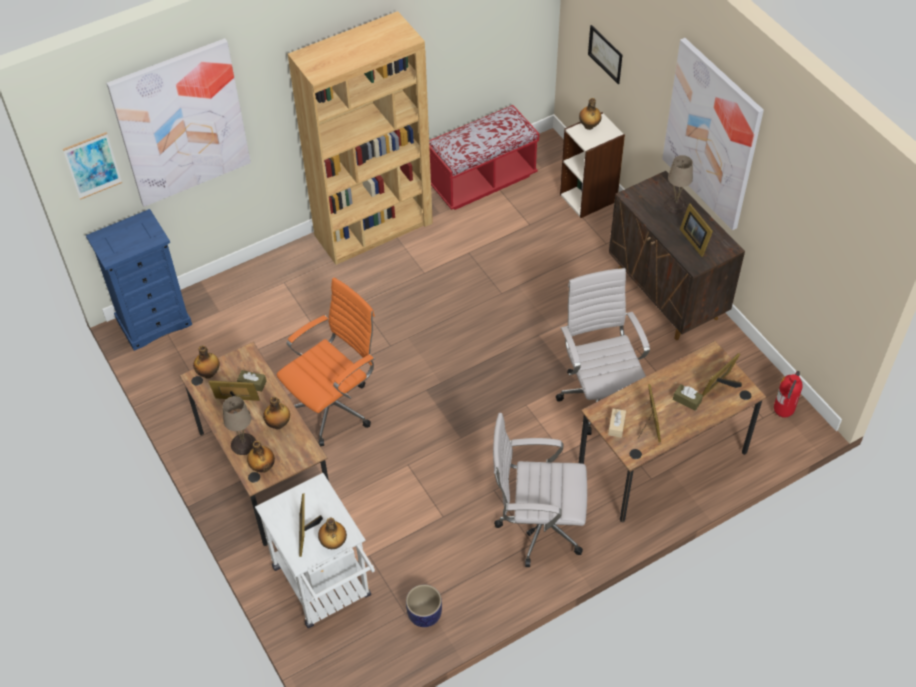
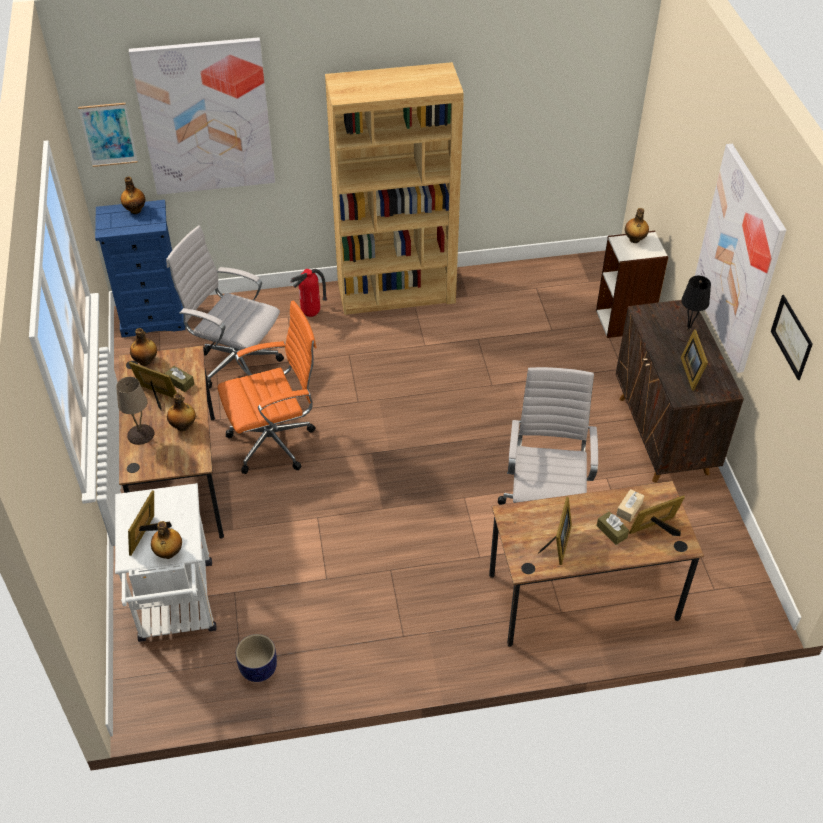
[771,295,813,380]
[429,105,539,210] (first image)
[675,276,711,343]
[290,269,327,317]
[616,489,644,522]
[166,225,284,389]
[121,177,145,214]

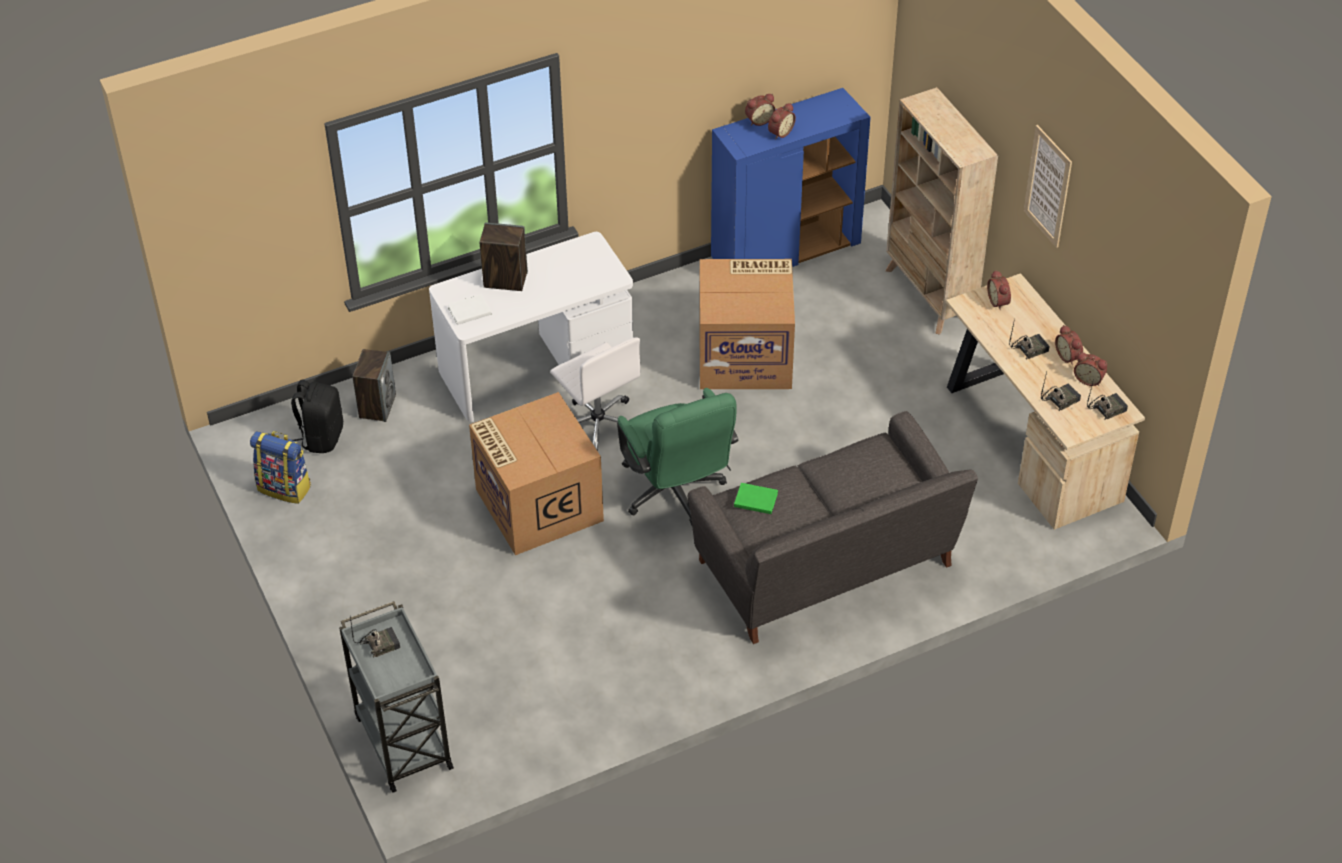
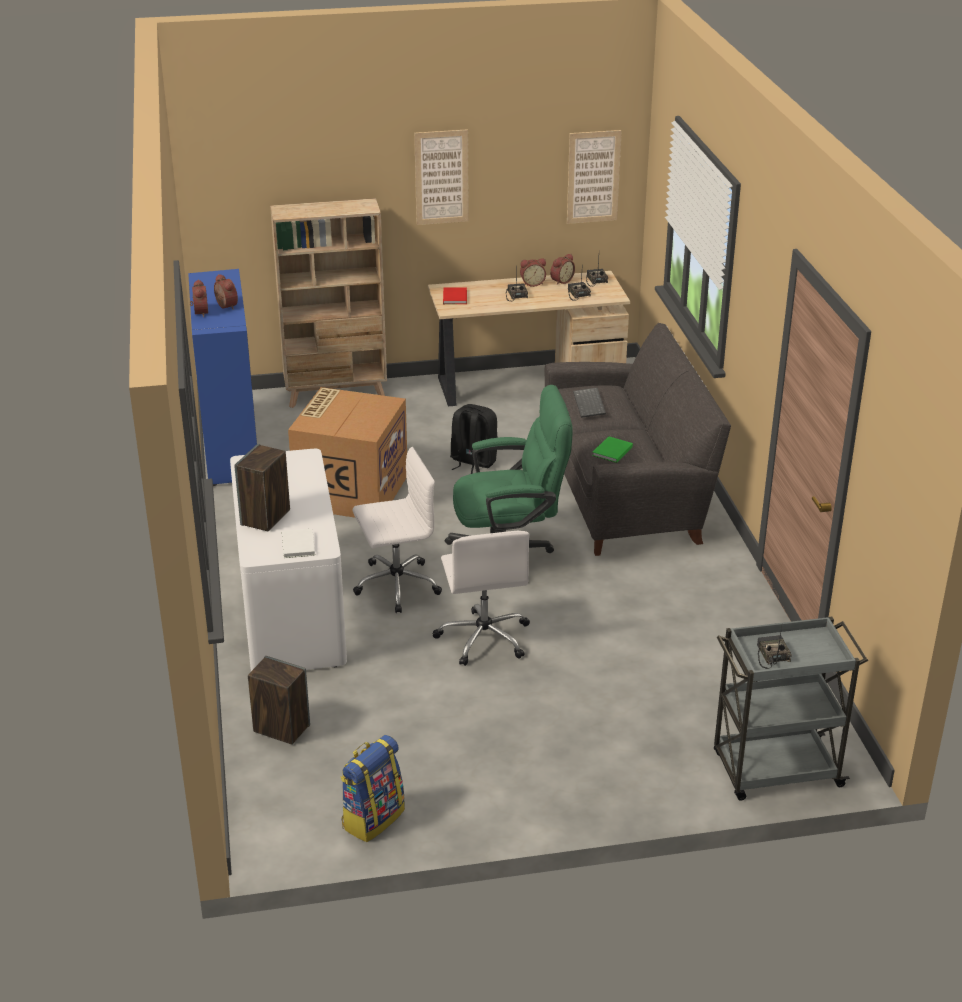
[443,287,467,304]
[450,404,498,474]
[432,531,530,666]
[567,130,622,224]
[573,388,606,418]

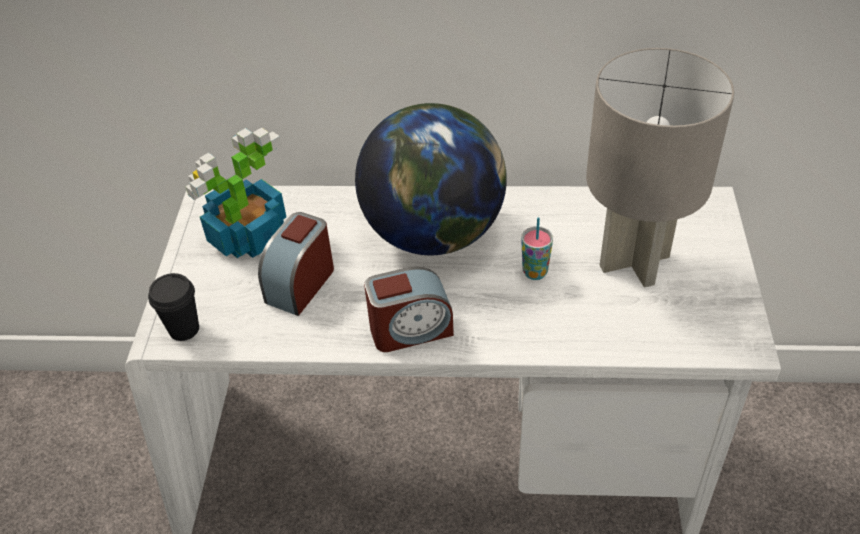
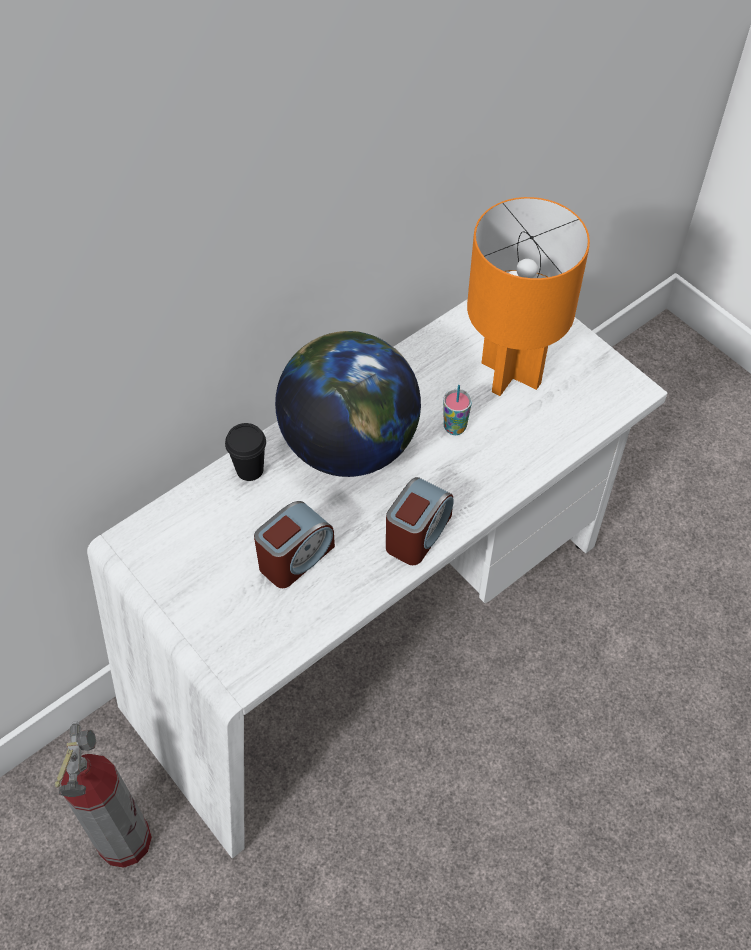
[467,197,590,396]
[186,127,286,258] (first image)
[254,501,335,588]
[225,423,266,481]
[55,721,152,868]

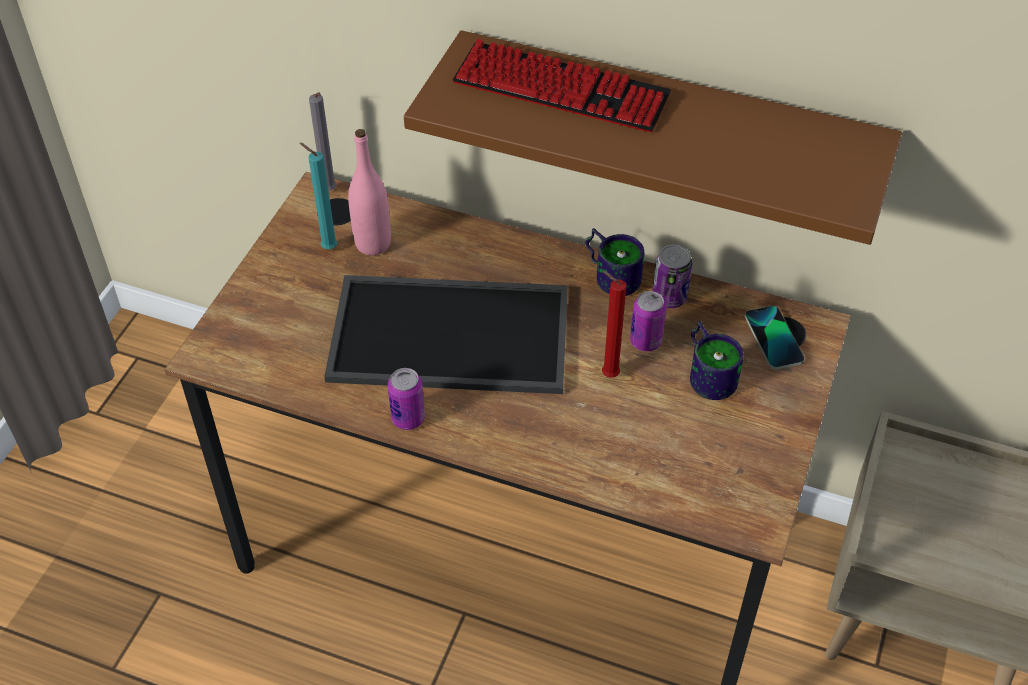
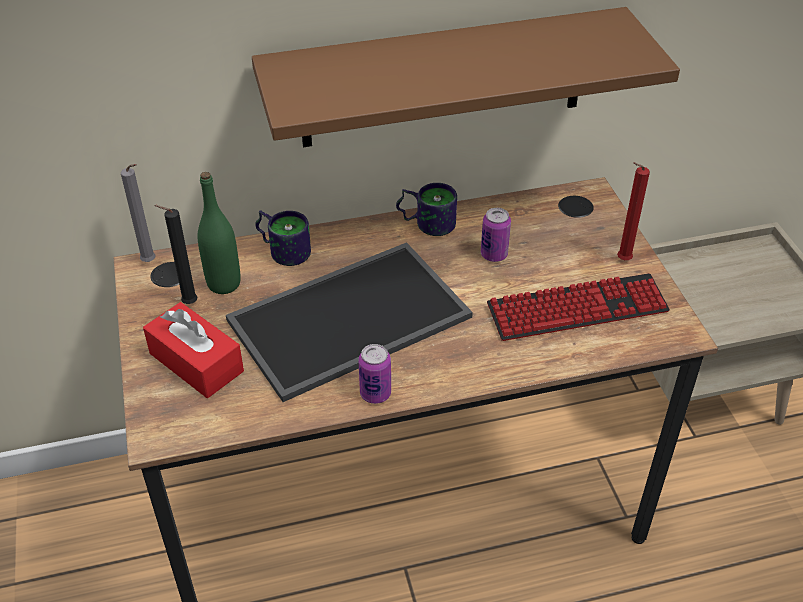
[487,273,670,341]
[198,172,241,294]
[154,205,197,304]
[652,244,692,308] (first image)
[617,162,650,260]
[745,306,804,369] (first image)
[255,210,311,266]
[143,302,244,398]

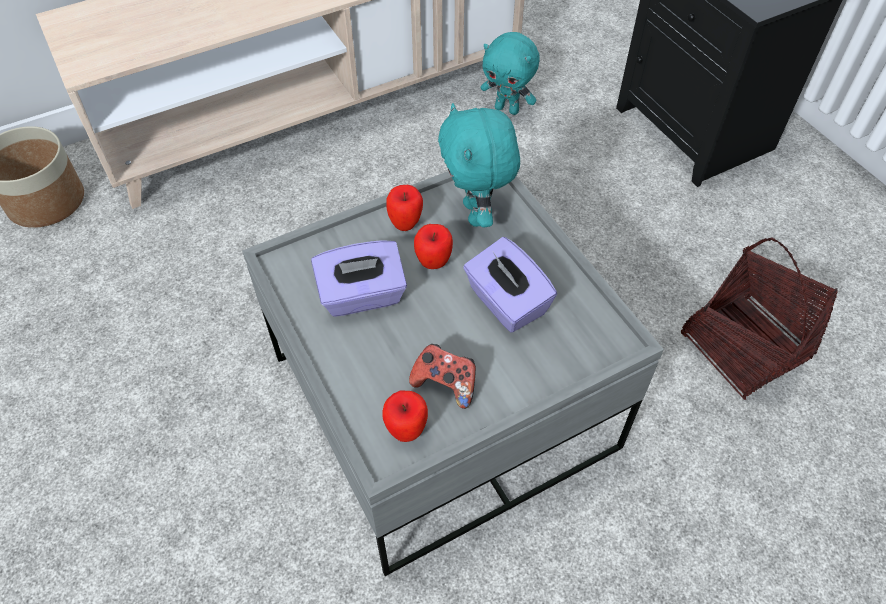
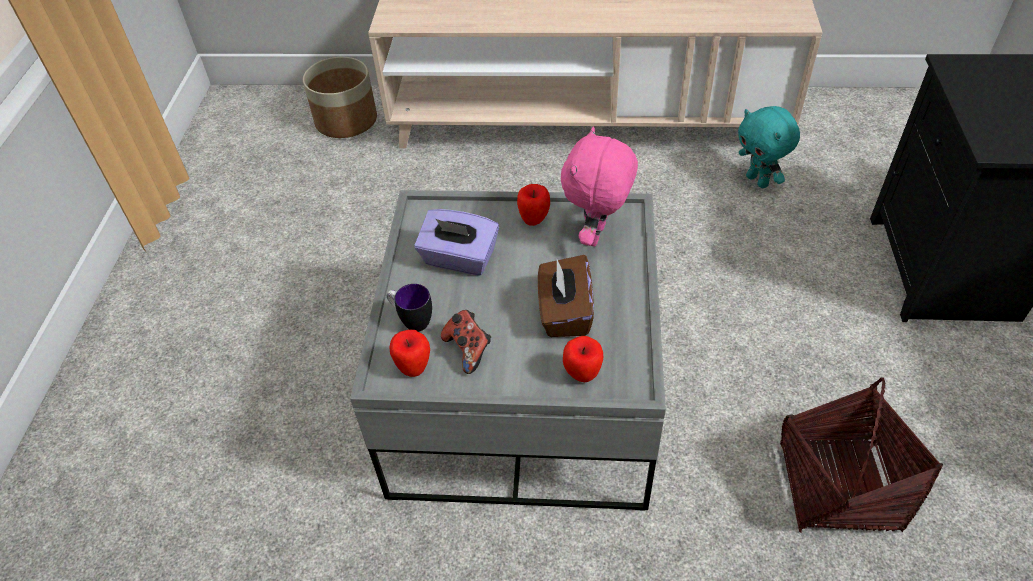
[561,126,638,246]
[563,336,603,382]
[538,255,594,337]
[387,284,432,332]

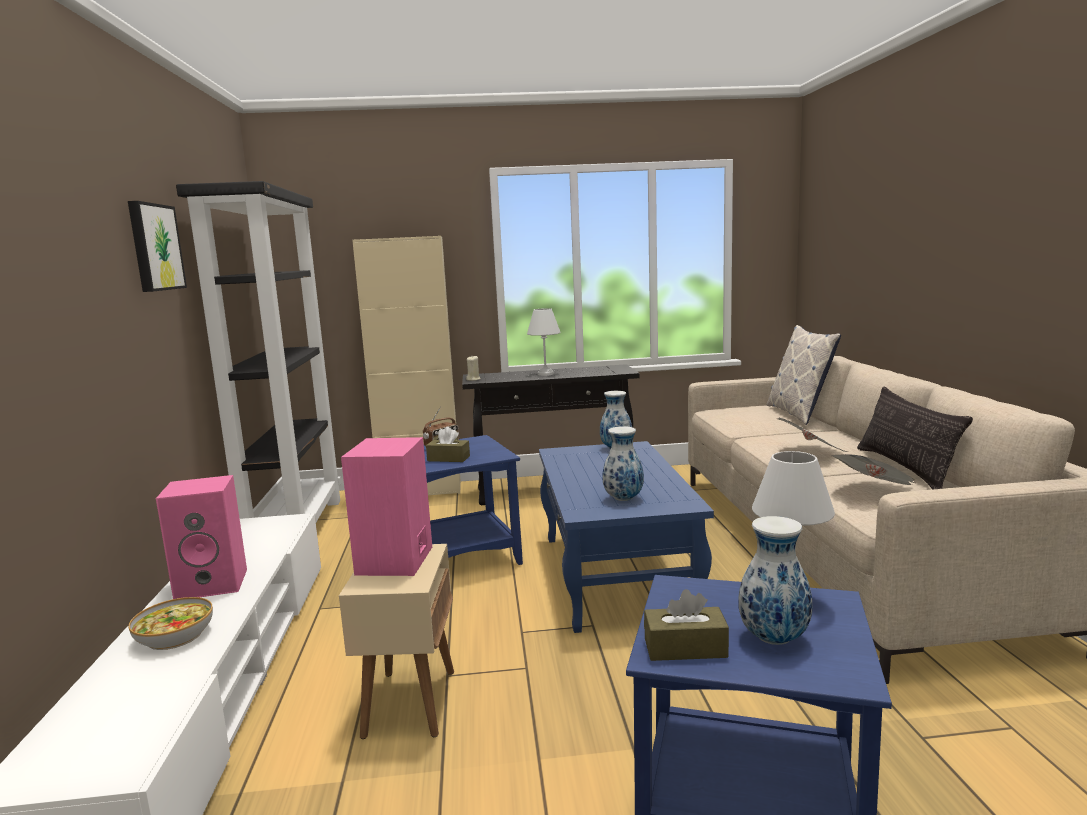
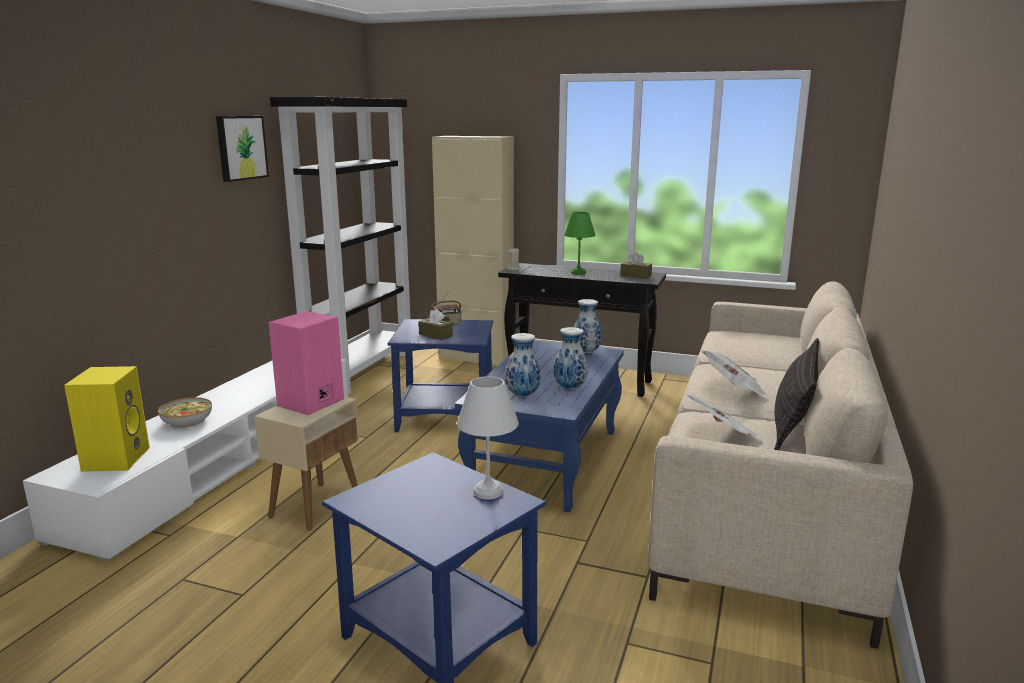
[564,212,595,275]
[766,325,841,425] (first image)
[156,475,247,599] (first image)
[554,327,588,390]
[620,252,652,278]
[64,366,150,472]

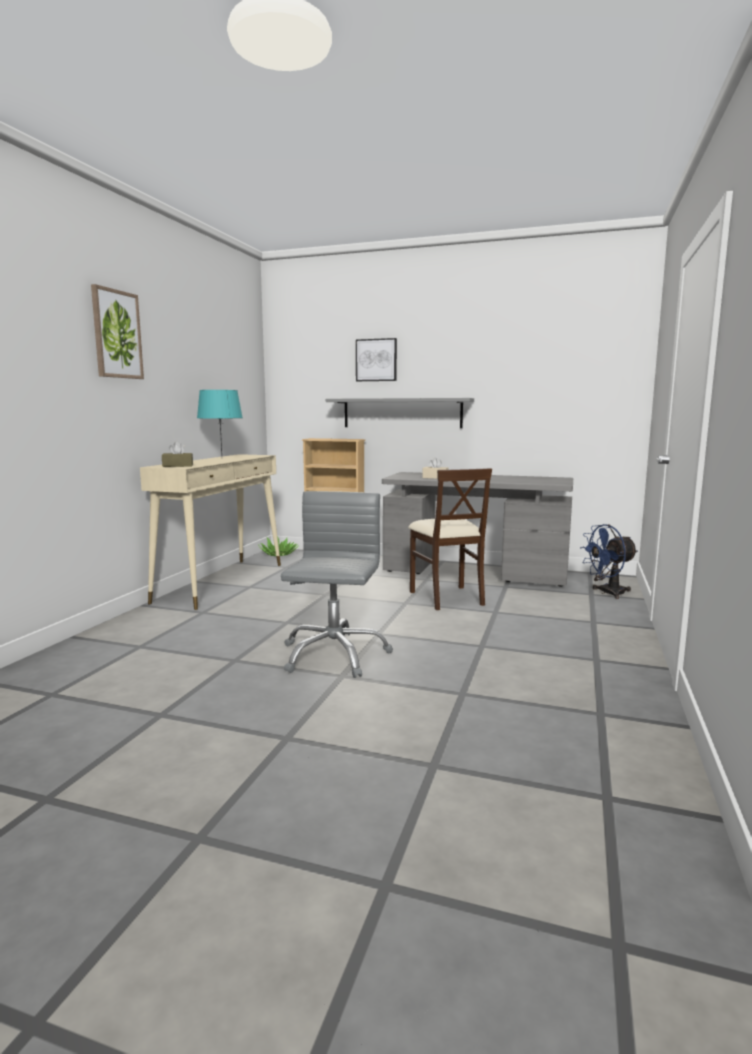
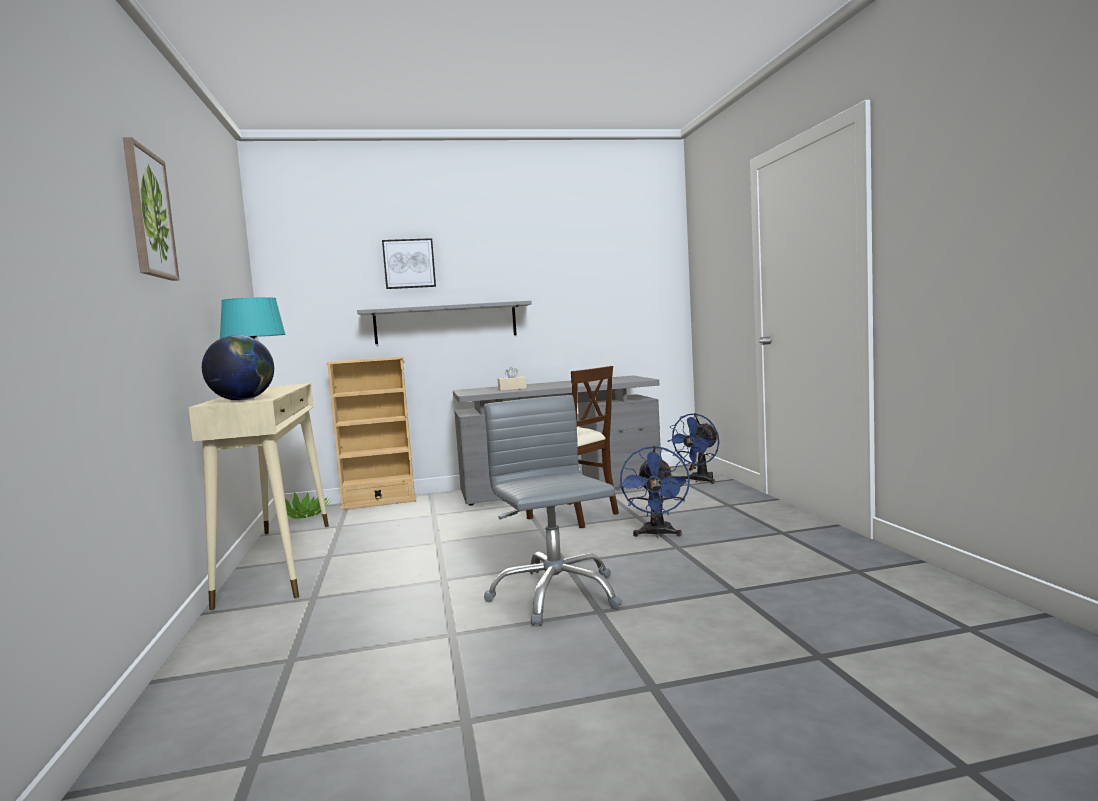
[202,335,274,401]
[619,446,690,537]

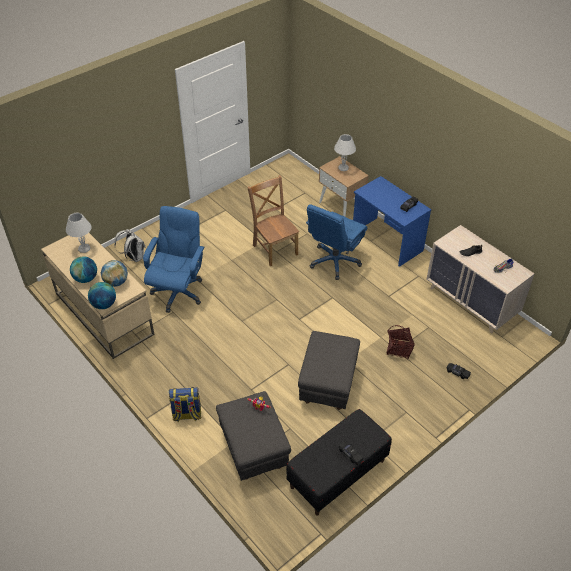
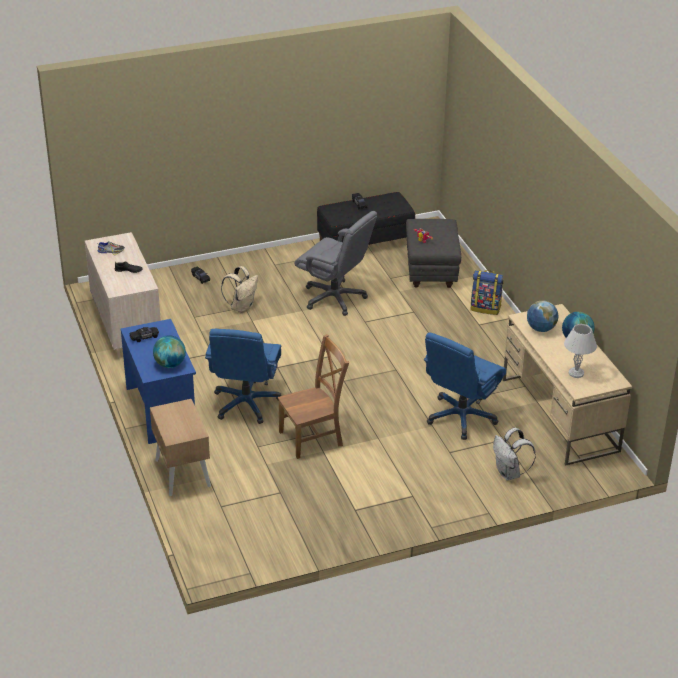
[334,134,356,171] (first image)
[278,334,349,459]
[205,329,281,424]
[153,335,186,368]
[221,266,258,313]
[294,211,377,316]

